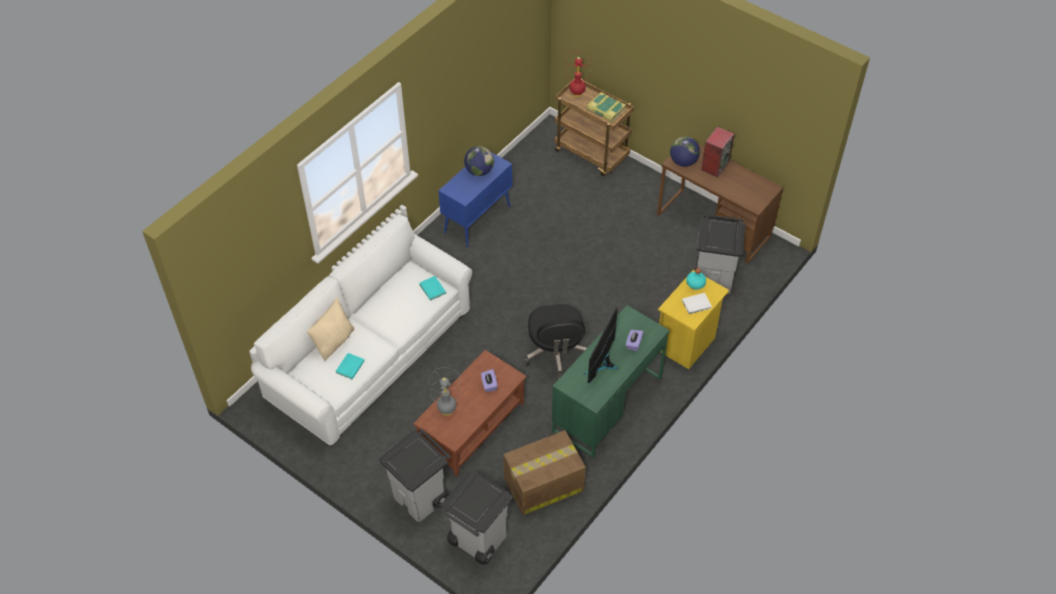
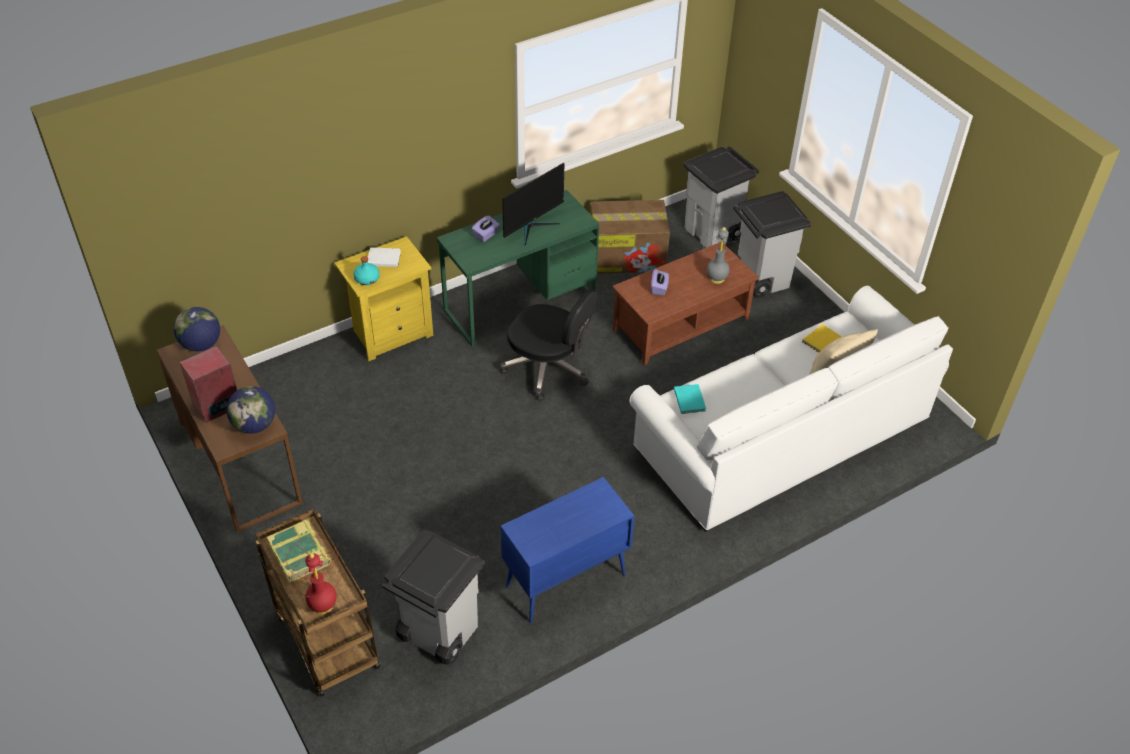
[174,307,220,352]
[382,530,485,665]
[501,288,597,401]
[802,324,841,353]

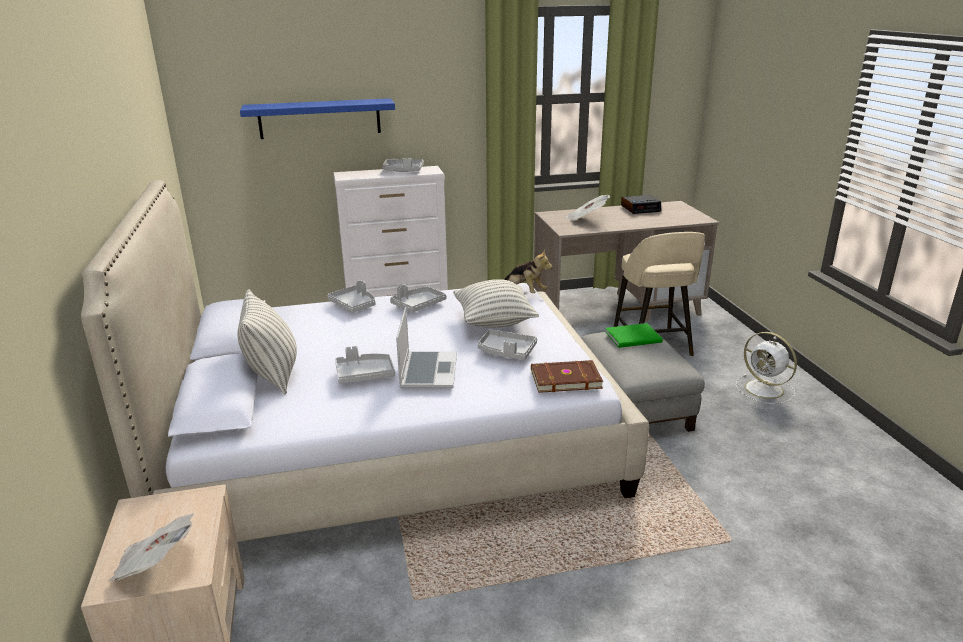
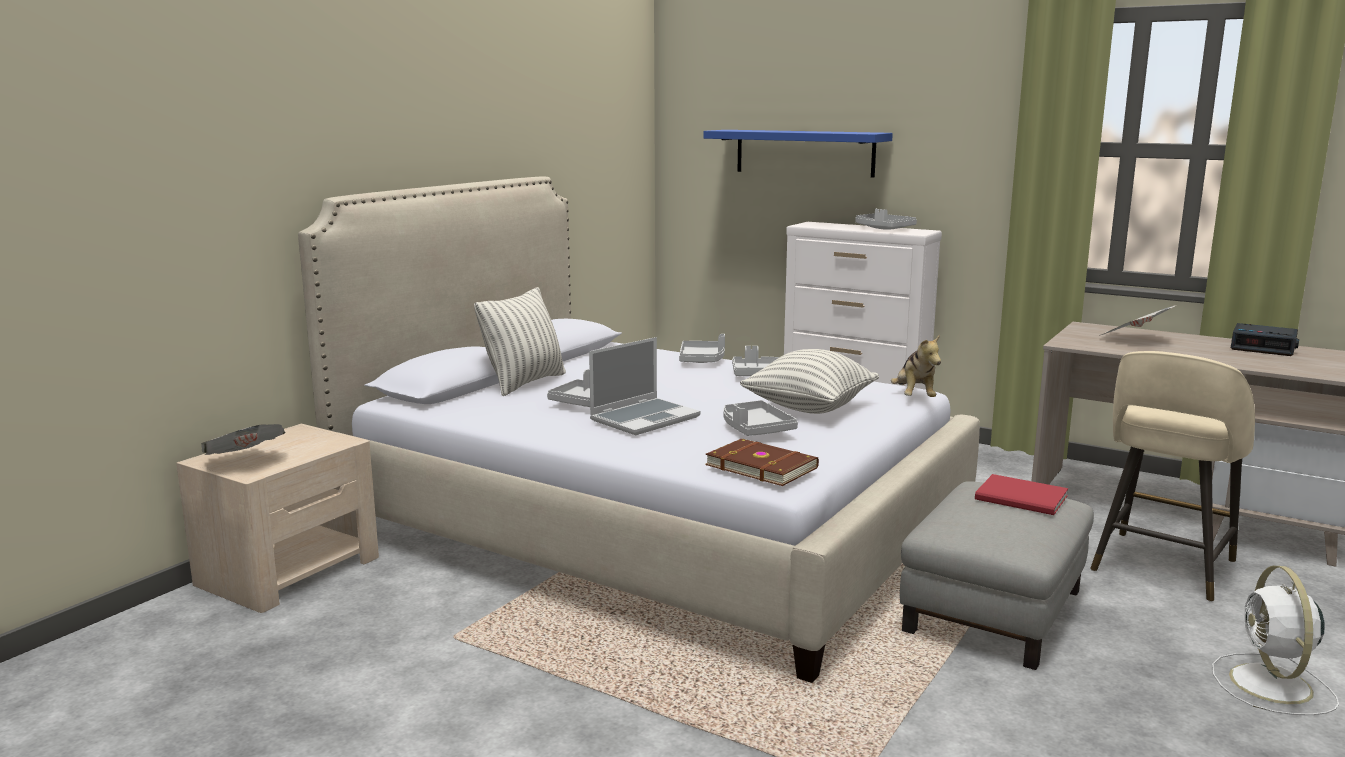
[975,474,1068,515]

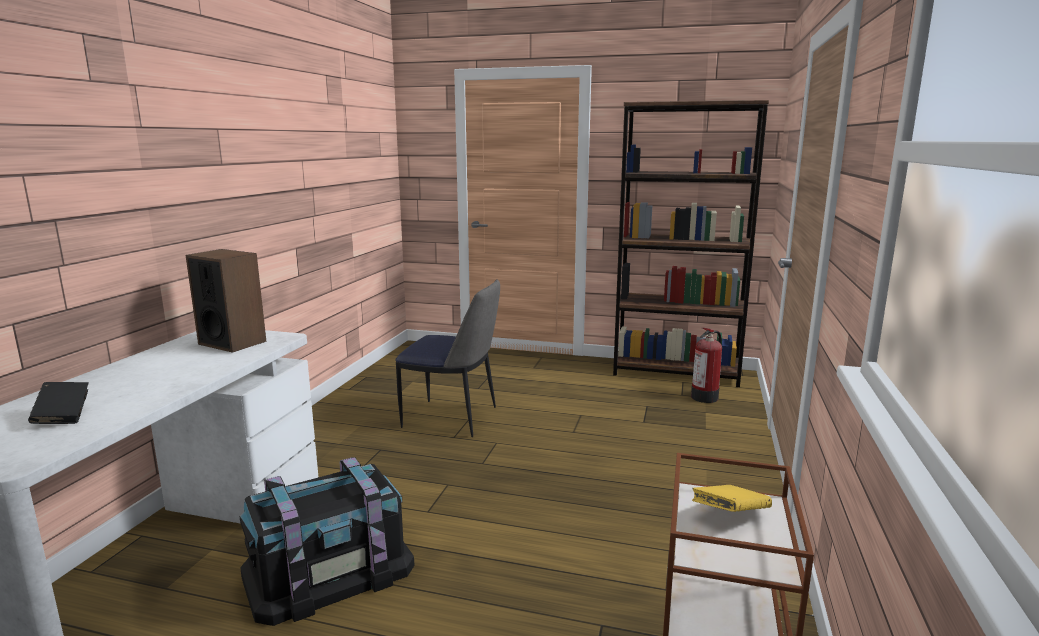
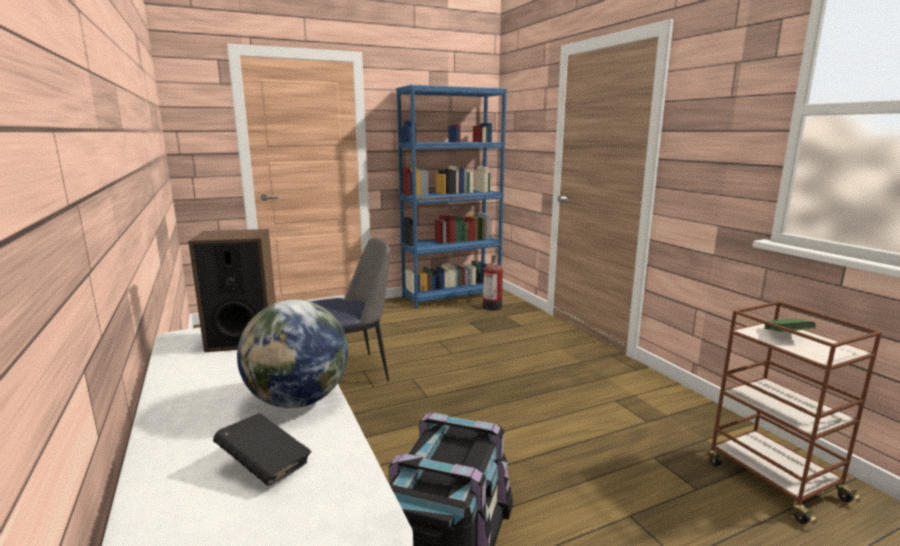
[396,85,507,308]
[765,319,816,332]
[237,300,348,408]

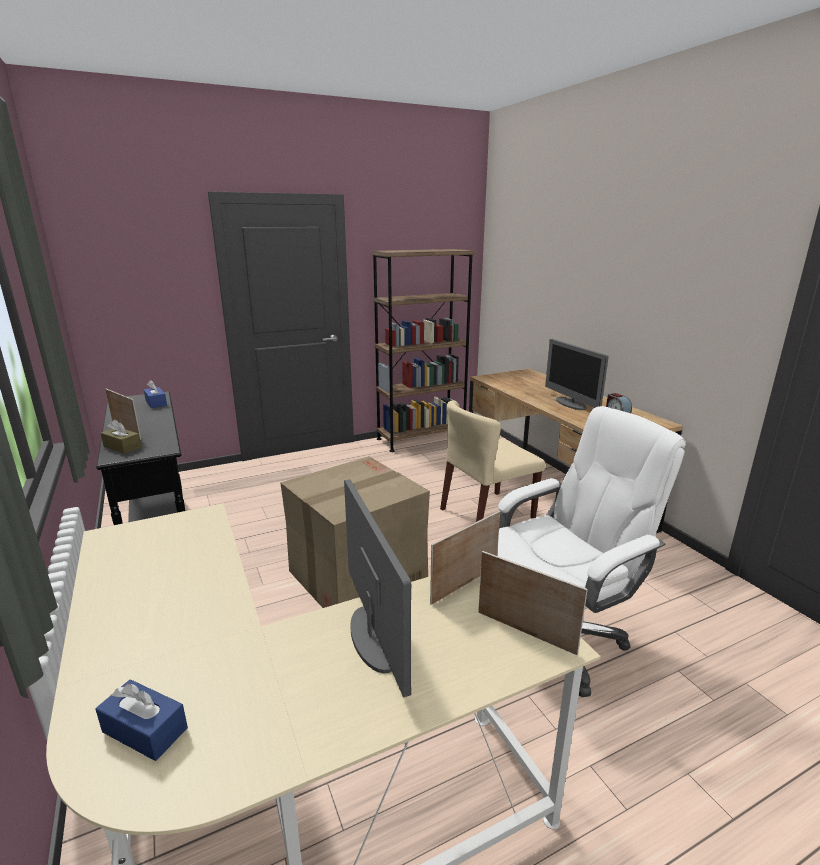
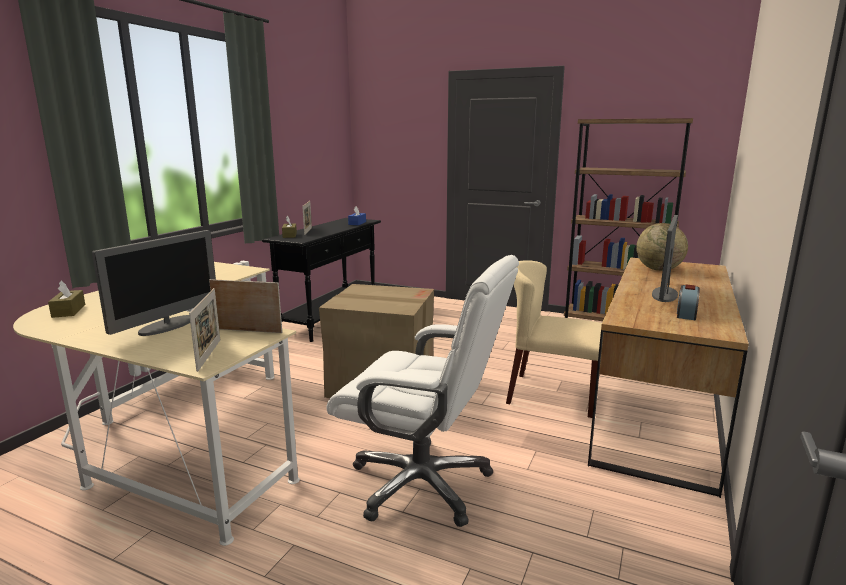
[48,280,85,318]
[636,223,688,271]

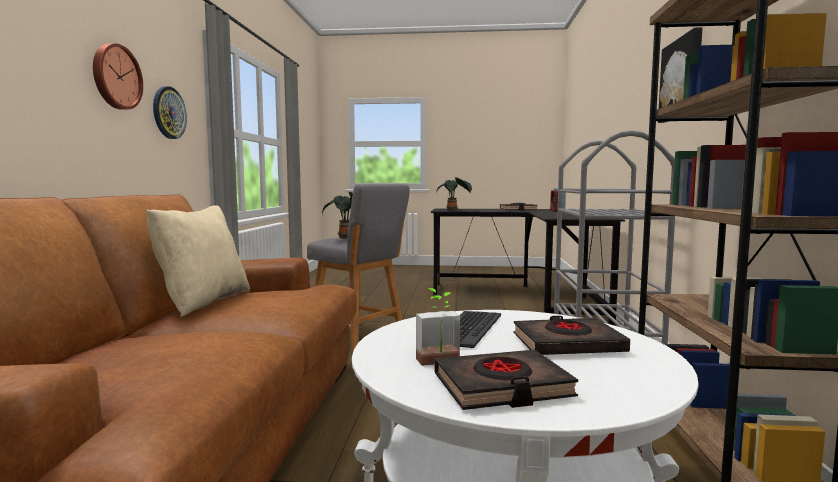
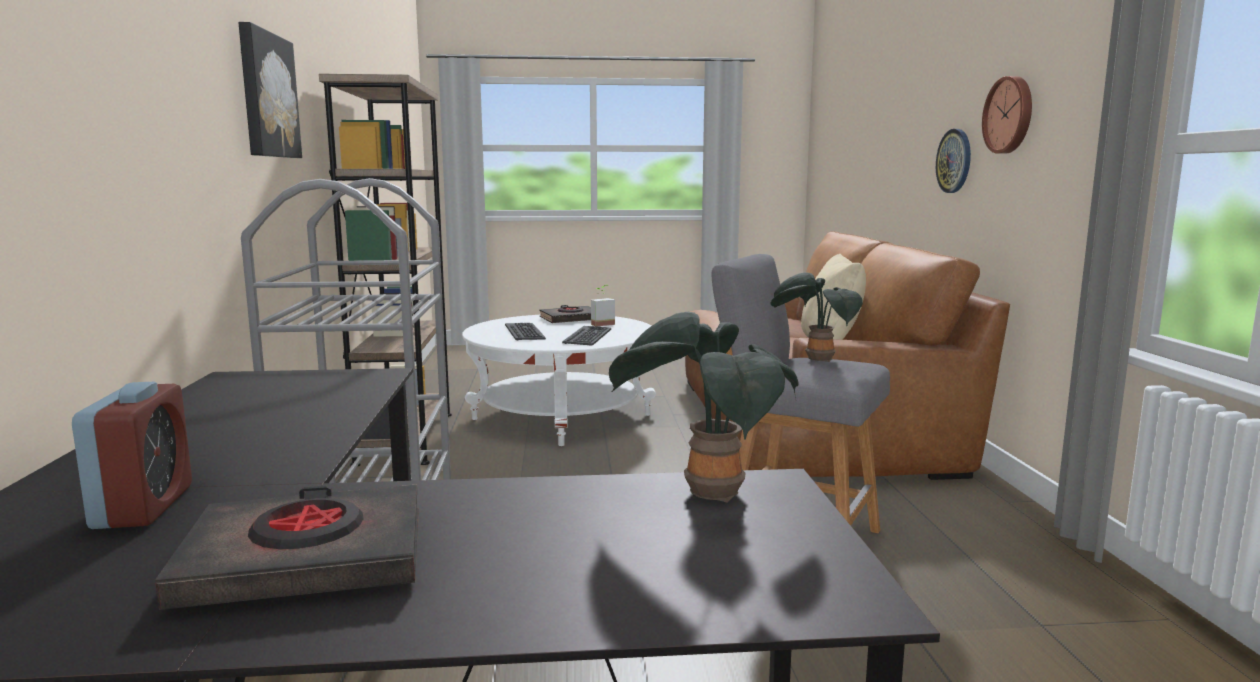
[936,129,971,193]
[505,323,546,340]

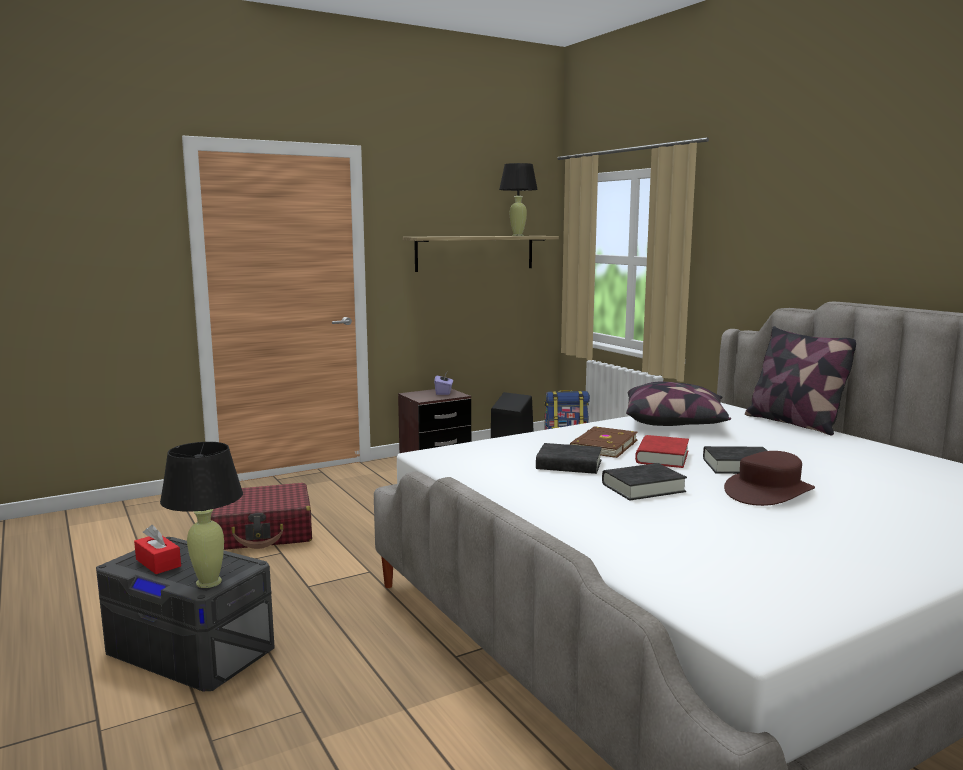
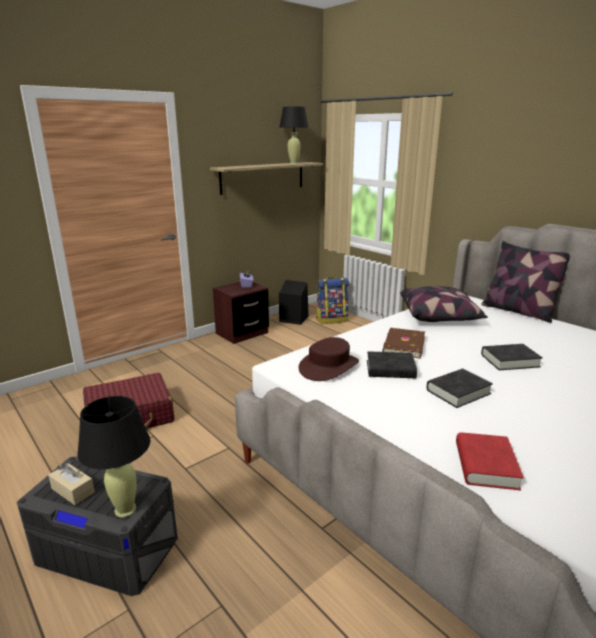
[456,432,524,491]
[299,337,359,381]
[48,463,95,505]

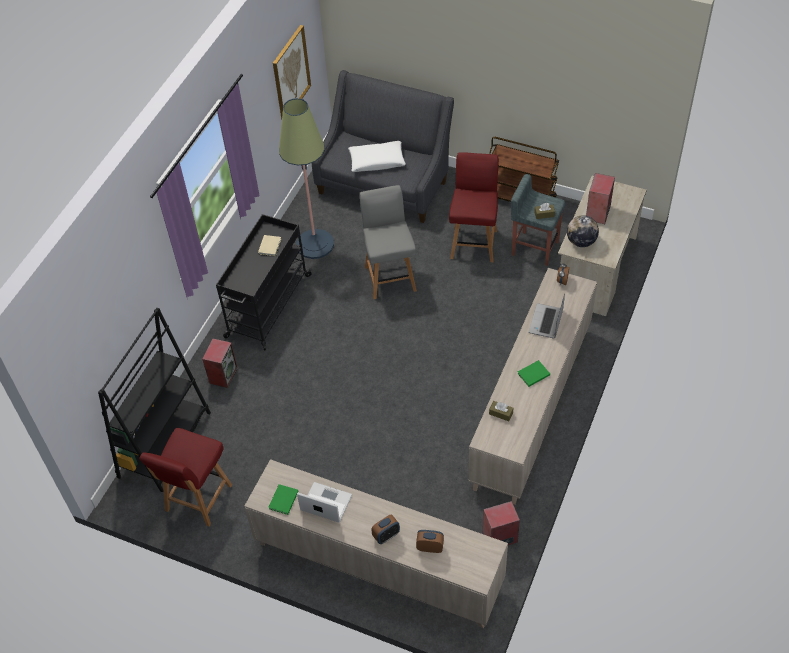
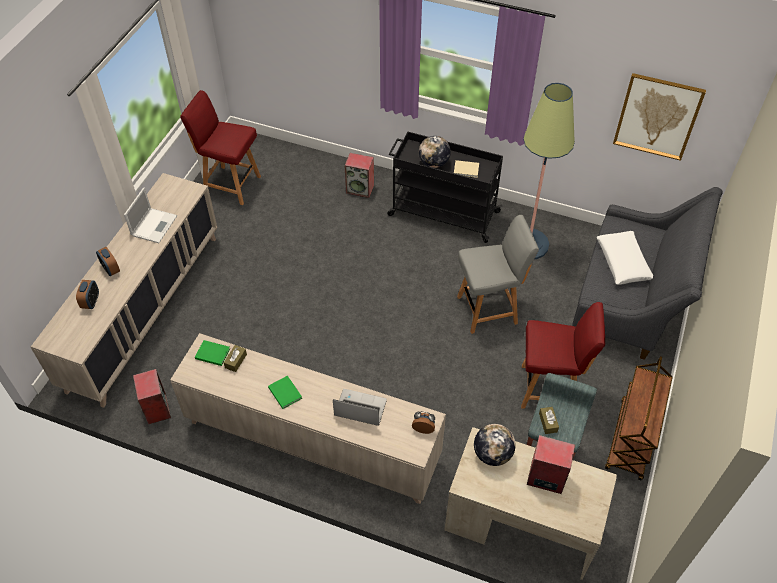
[98,308,211,492] (first image)
[195,340,230,366]
[419,136,451,168]

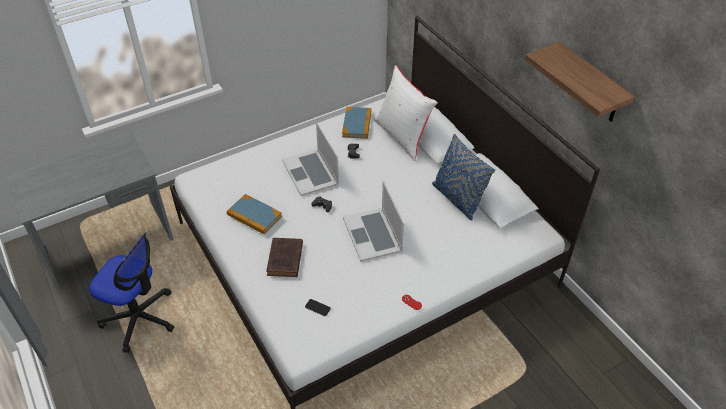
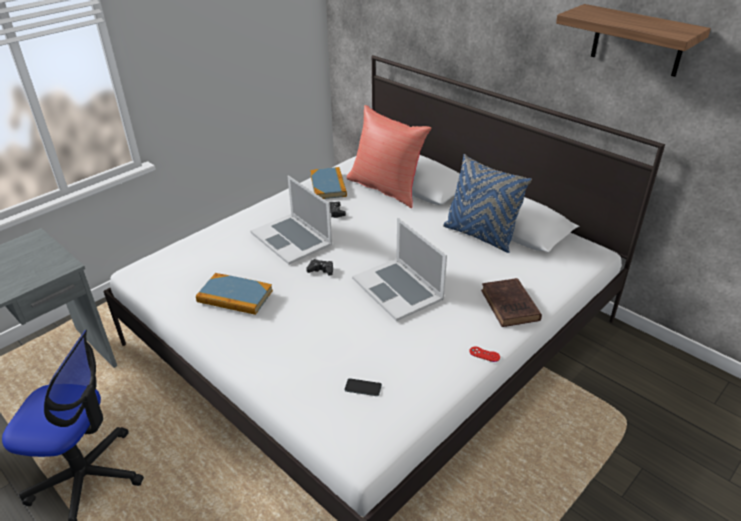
[346,105,432,208]
[481,278,542,327]

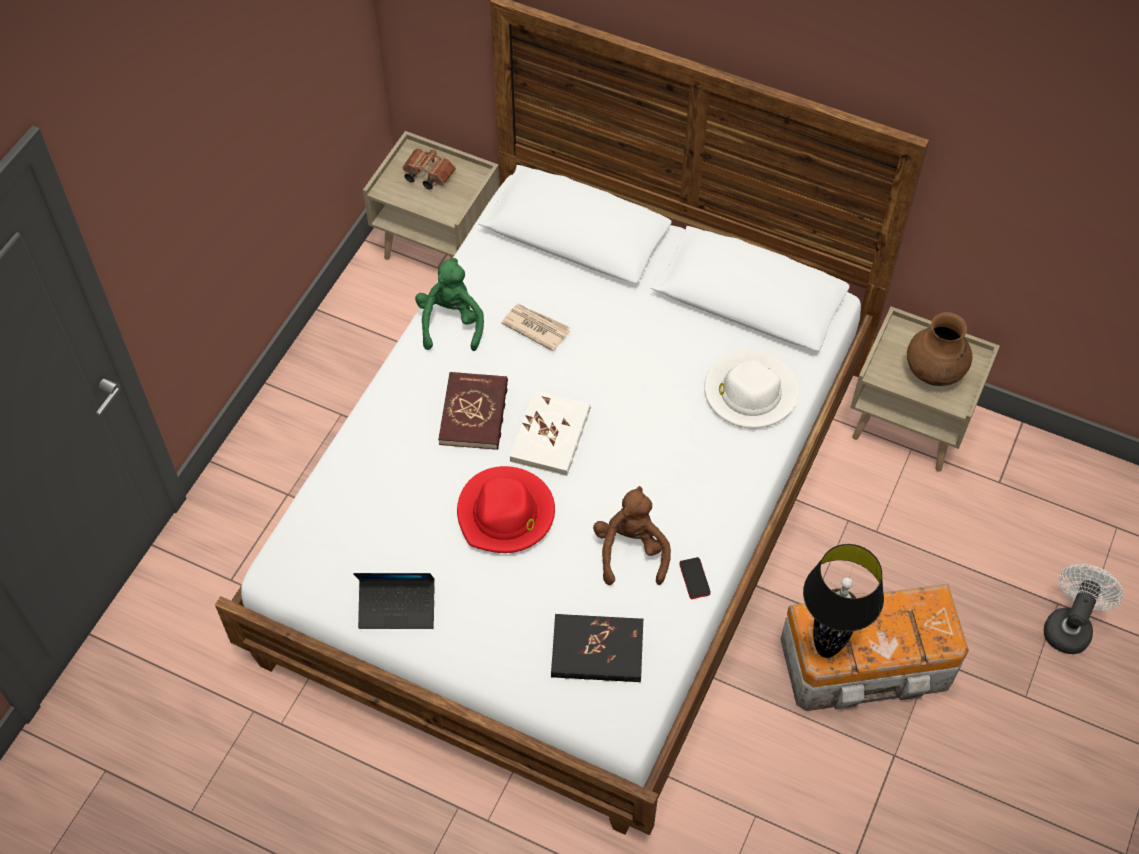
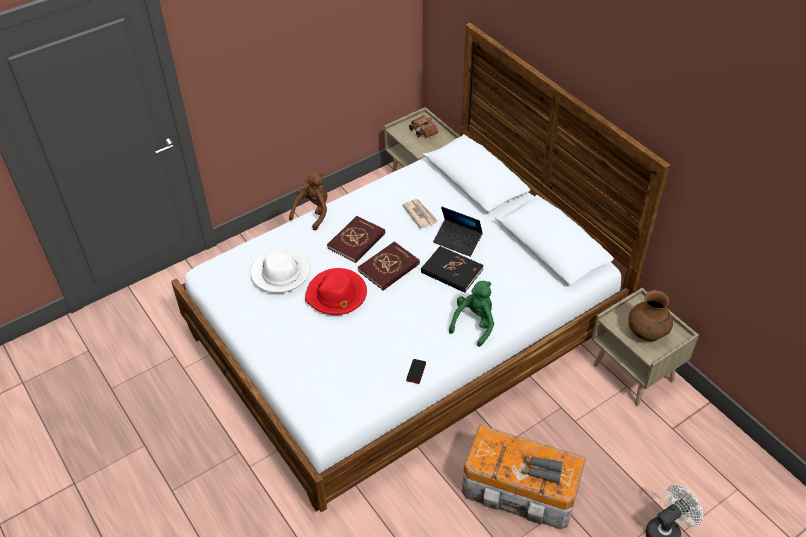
[449,281,494,347]
[250,248,310,293]
[358,241,420,290]
[289,171,328,231]
[803,544,884,658] (first image)
[433,206,483,257]
[421,246,484,293]
[522,456,563,484]

